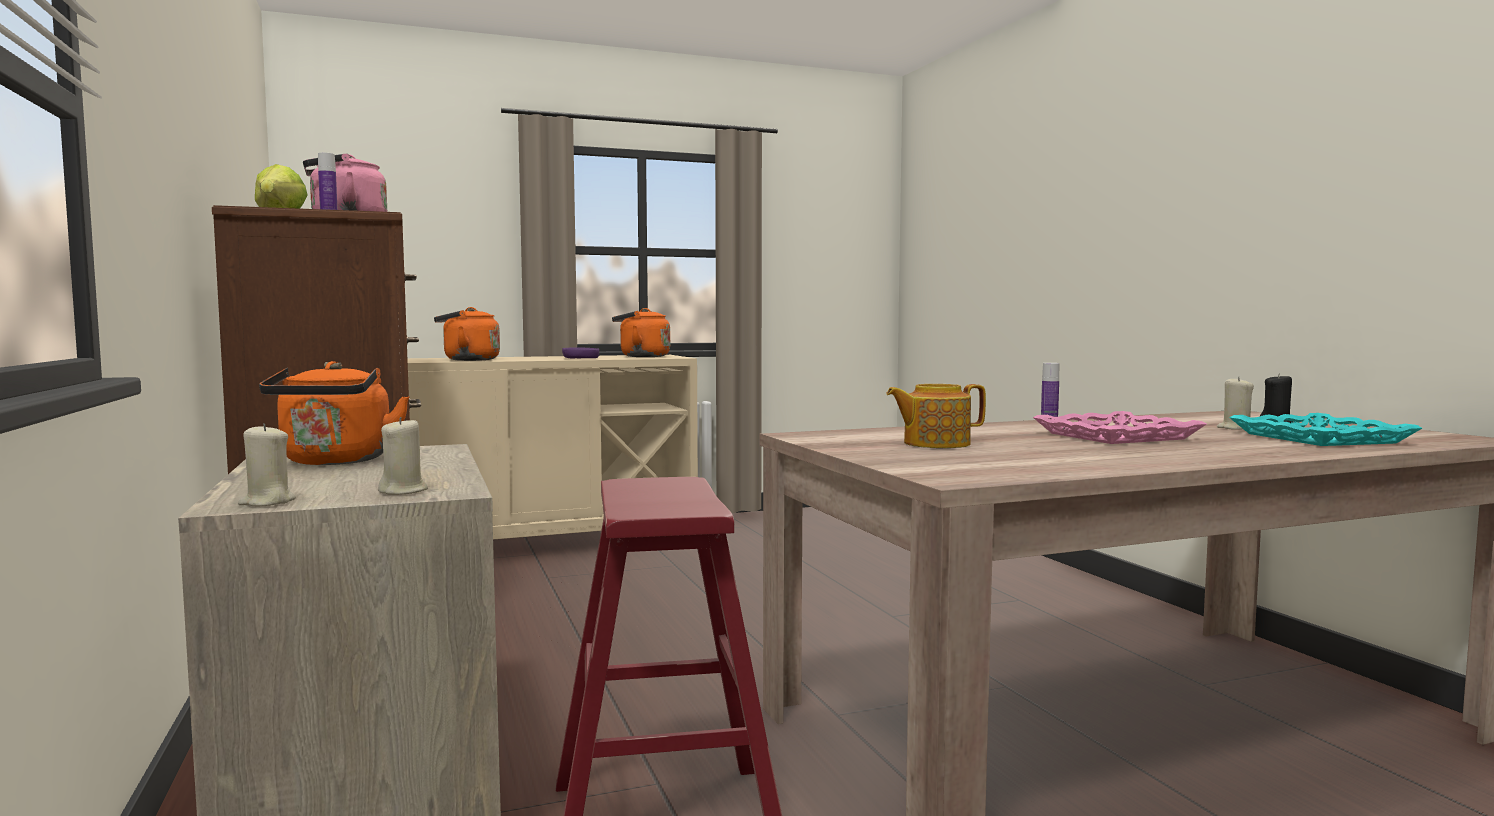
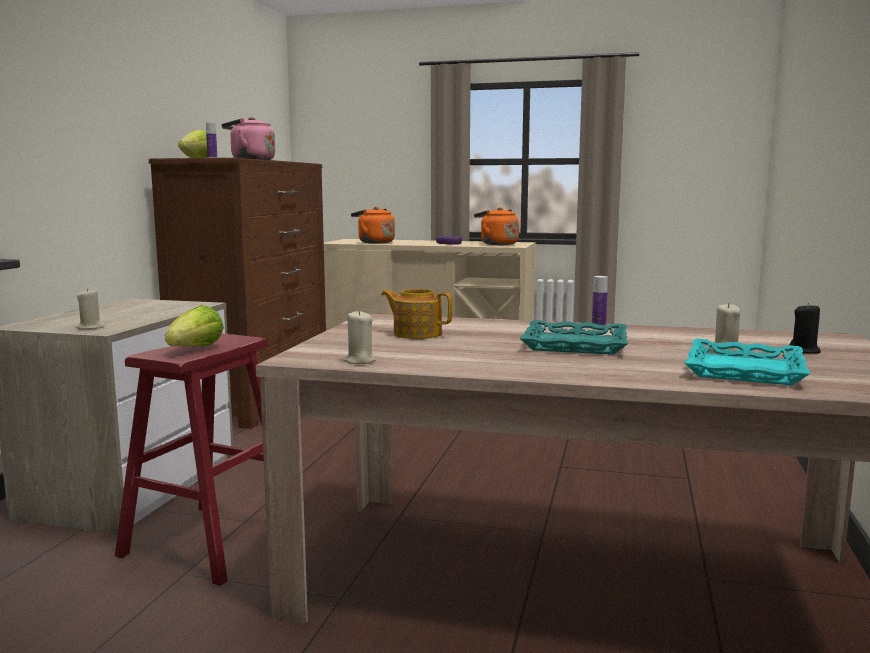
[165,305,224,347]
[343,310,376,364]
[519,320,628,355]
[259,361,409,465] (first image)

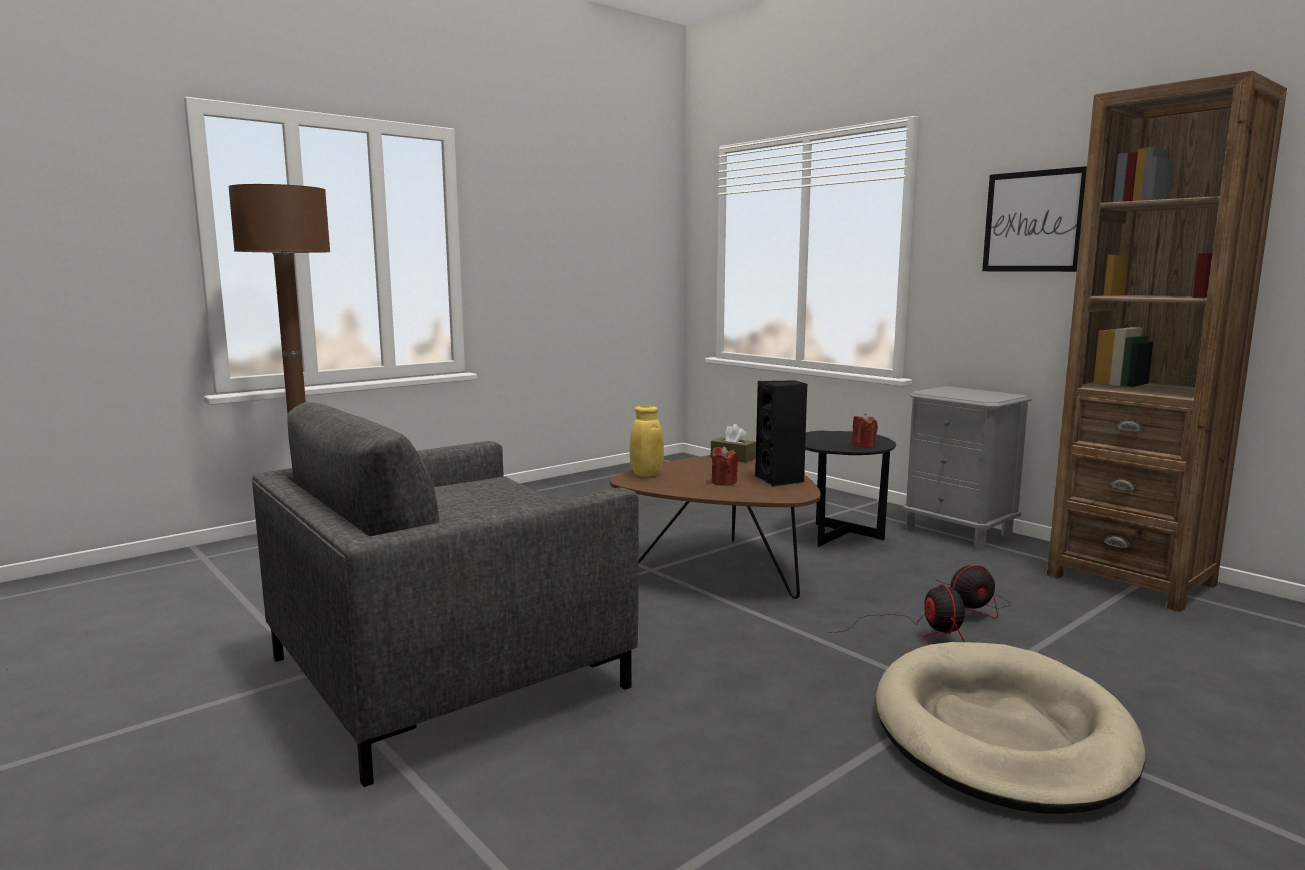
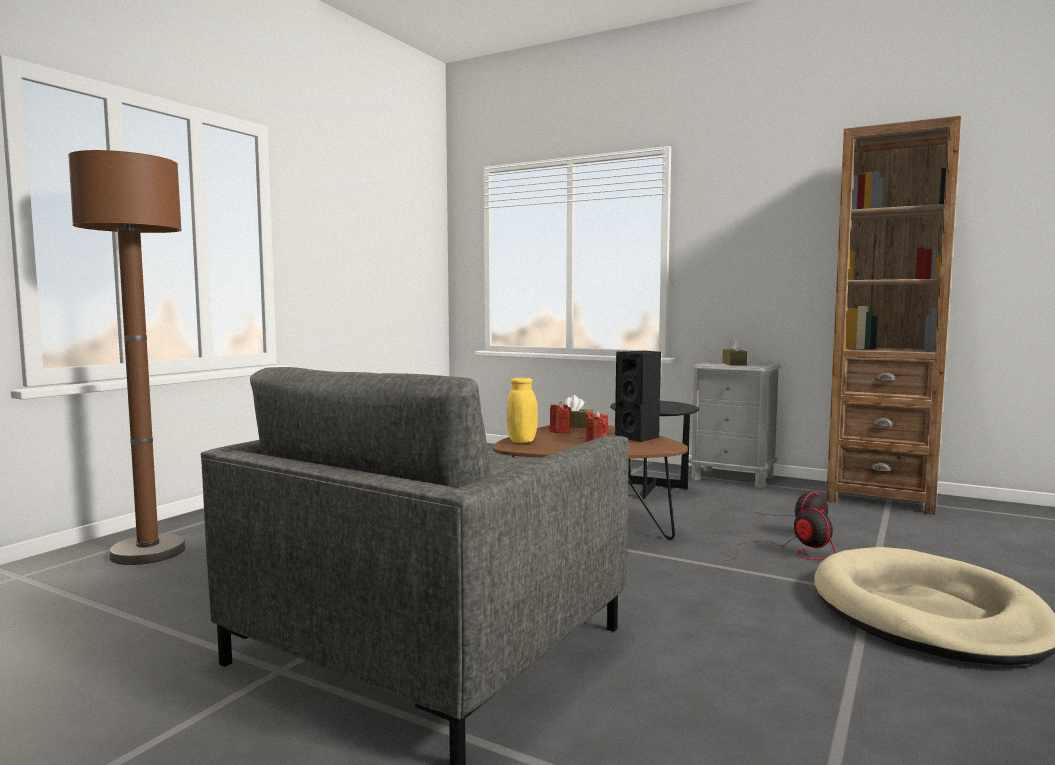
[549,402,572,433]
[723,337,747,365]
[982,166,1087,272] (first image)

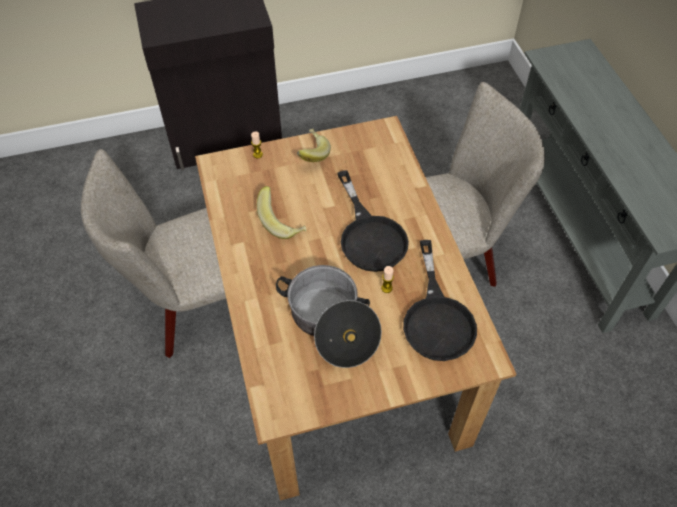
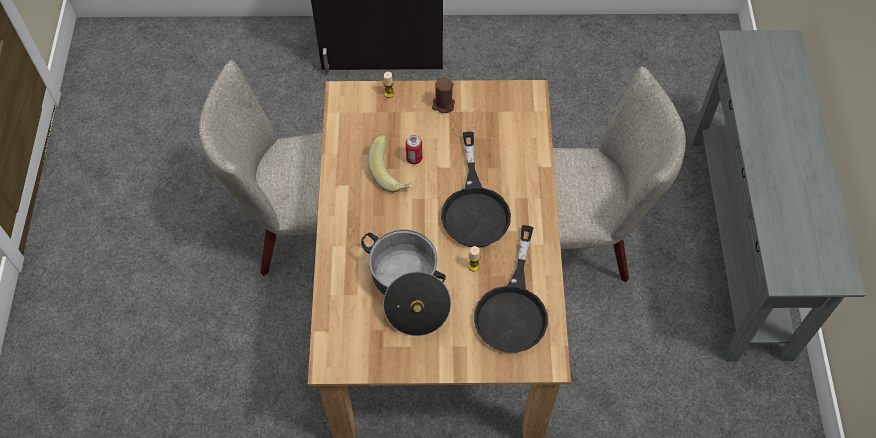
[405,135,422,164]
[432,77,455,113]

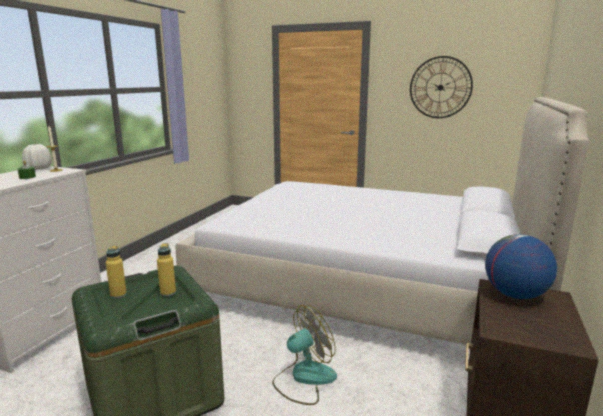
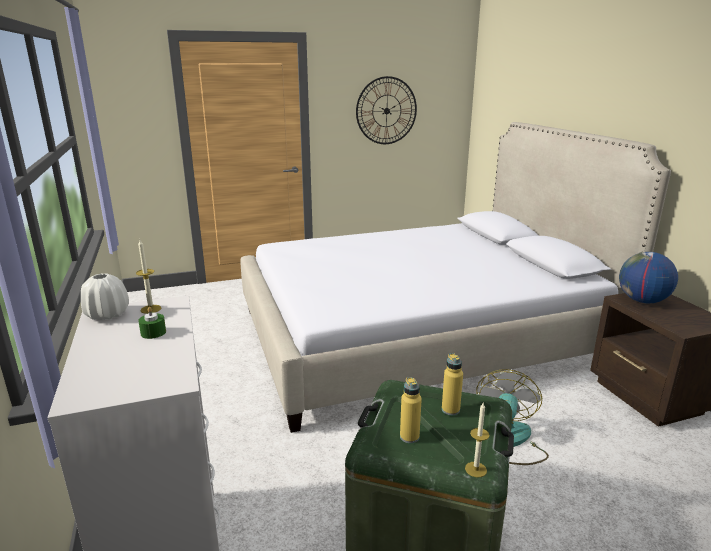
[465,403,489,477]

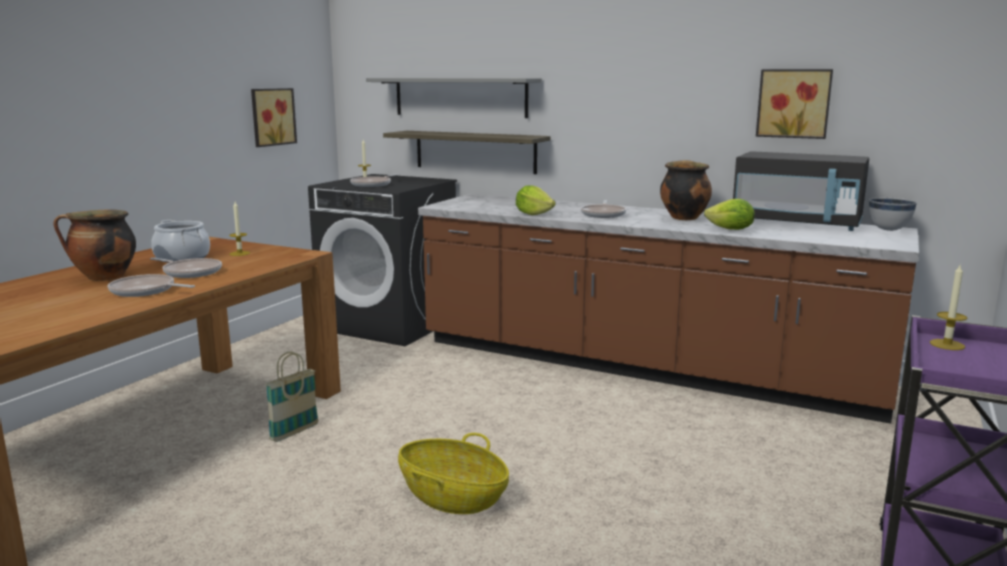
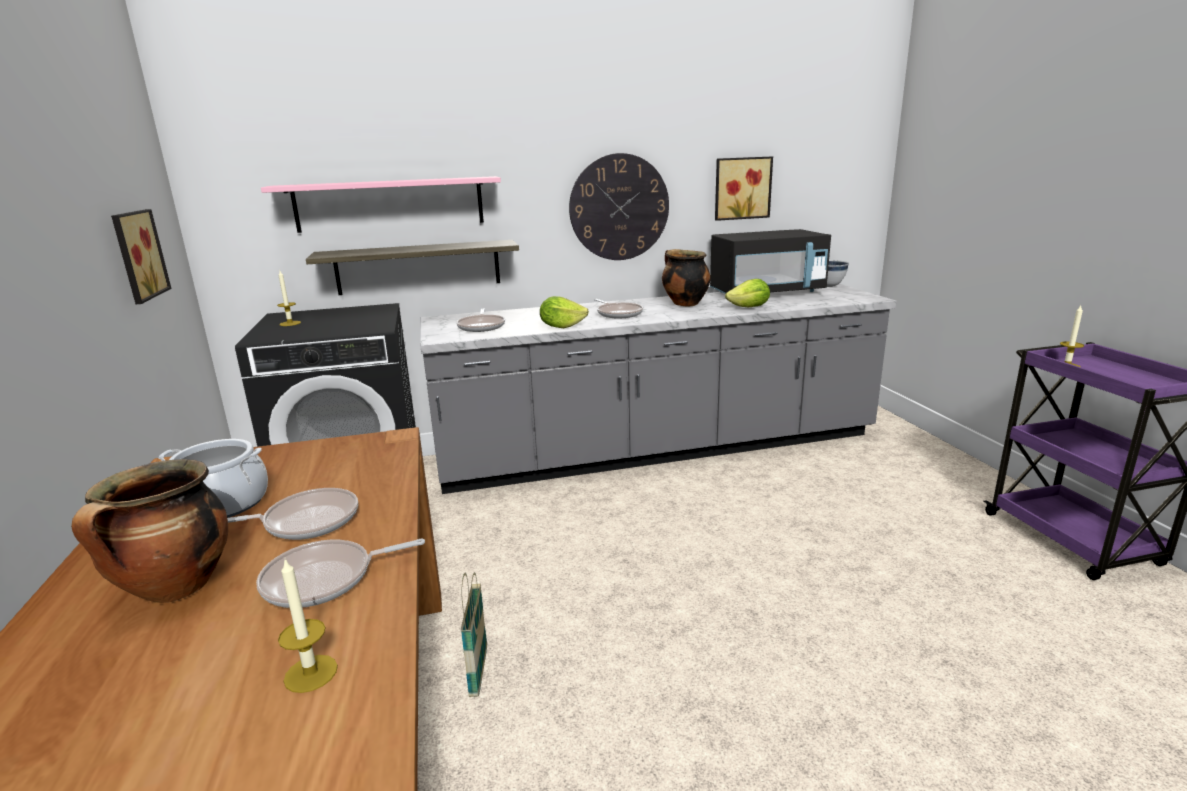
[261,176,501,233]
[278,559,338,693]
[420,284,896,494]
[456,308,505,332]
[569,153,669,260]
[398,433,509,514] (first image)

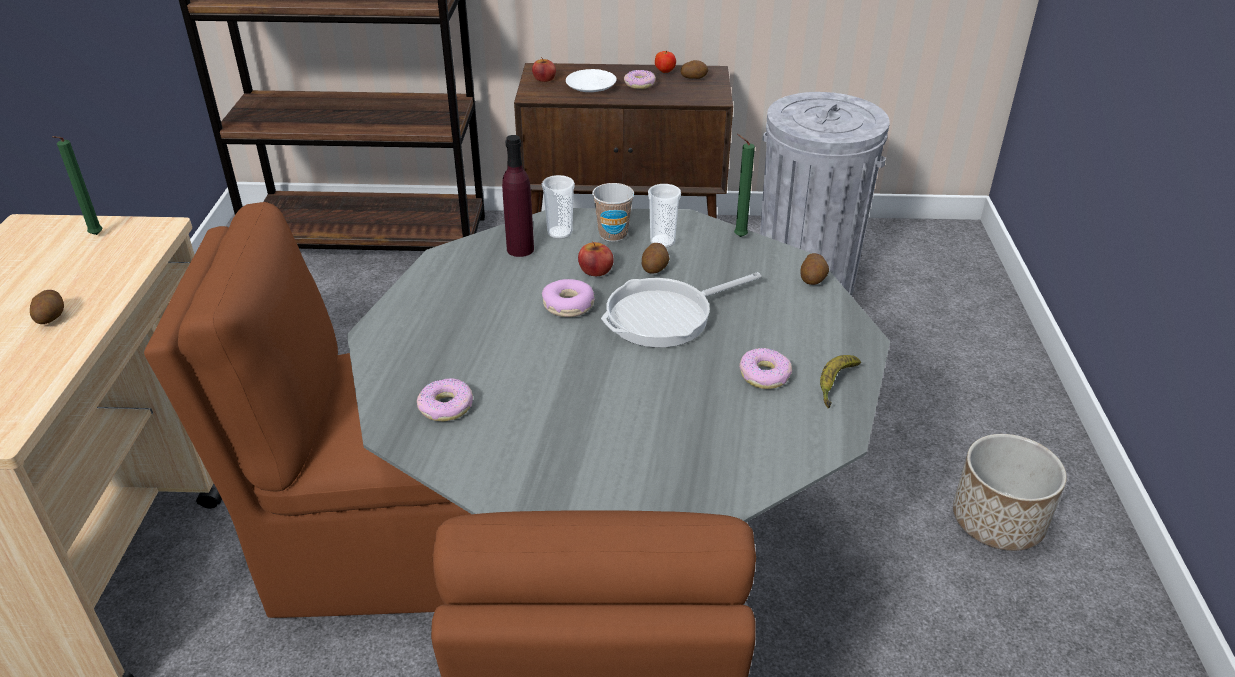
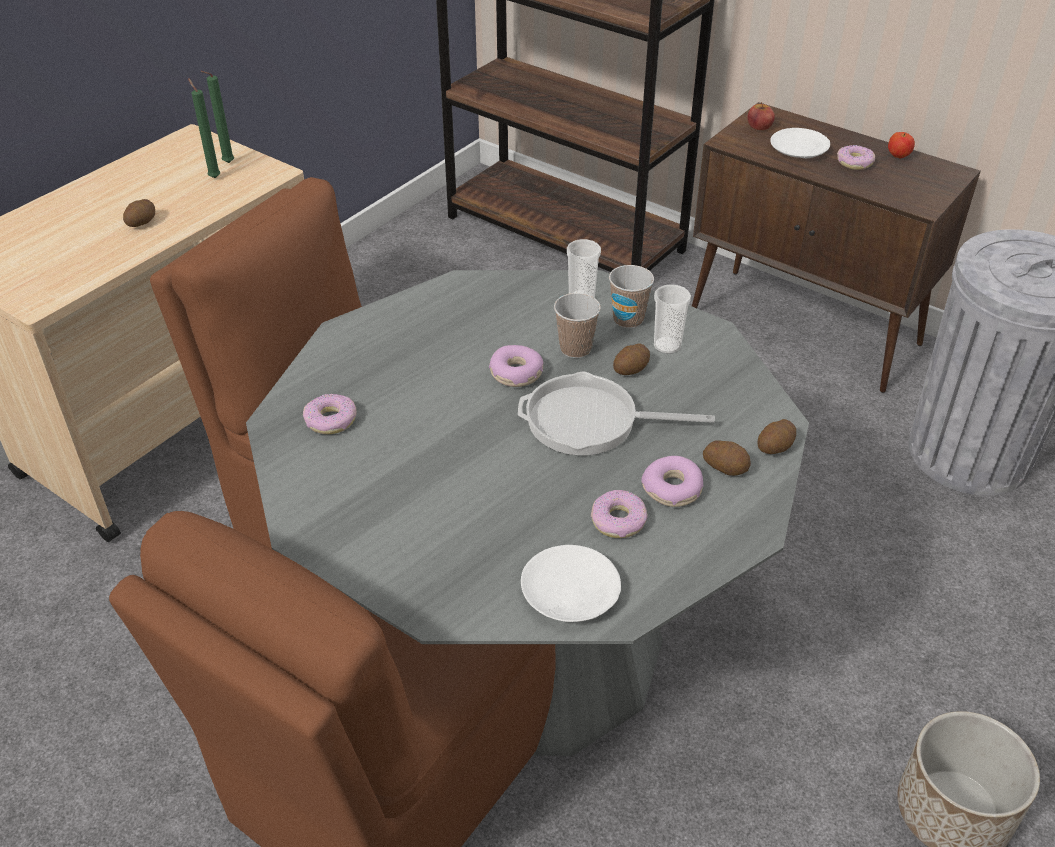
[188,78,221,178]
[521,545,621,622]
[554,293,601,358]
[641,456,703,507]
[703,440,751,476]
[502,135,534,257] (first image)
[820,355,861,408] (first image)

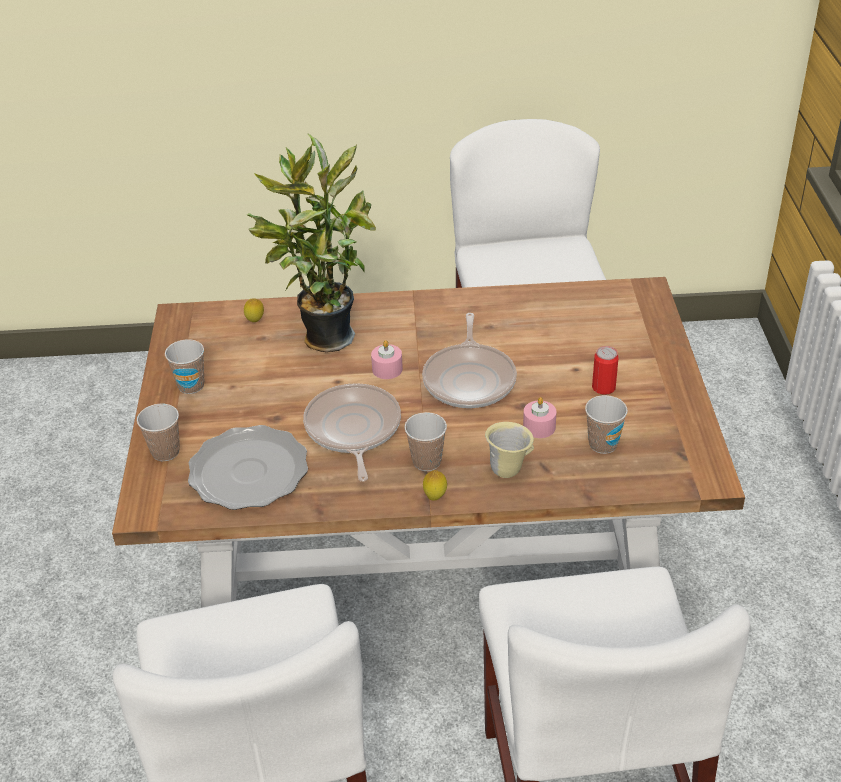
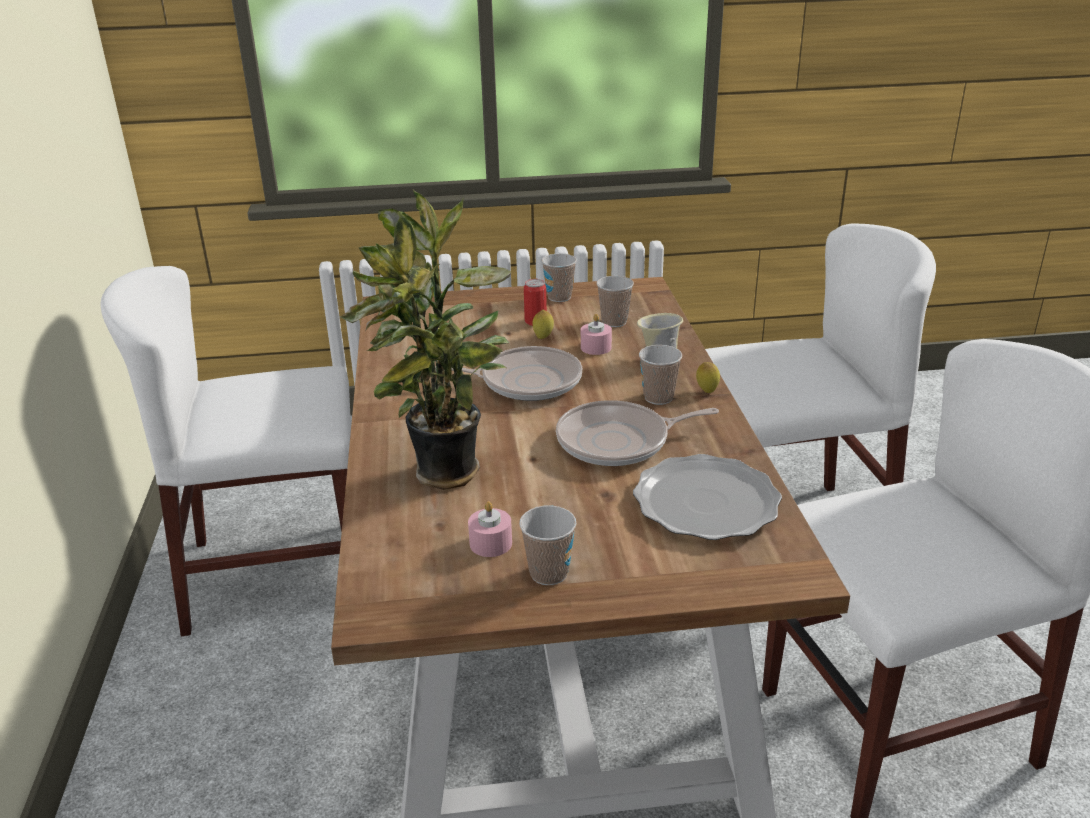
[468,501,512,557]
[532,309,554,339]
[541,253,577,302]

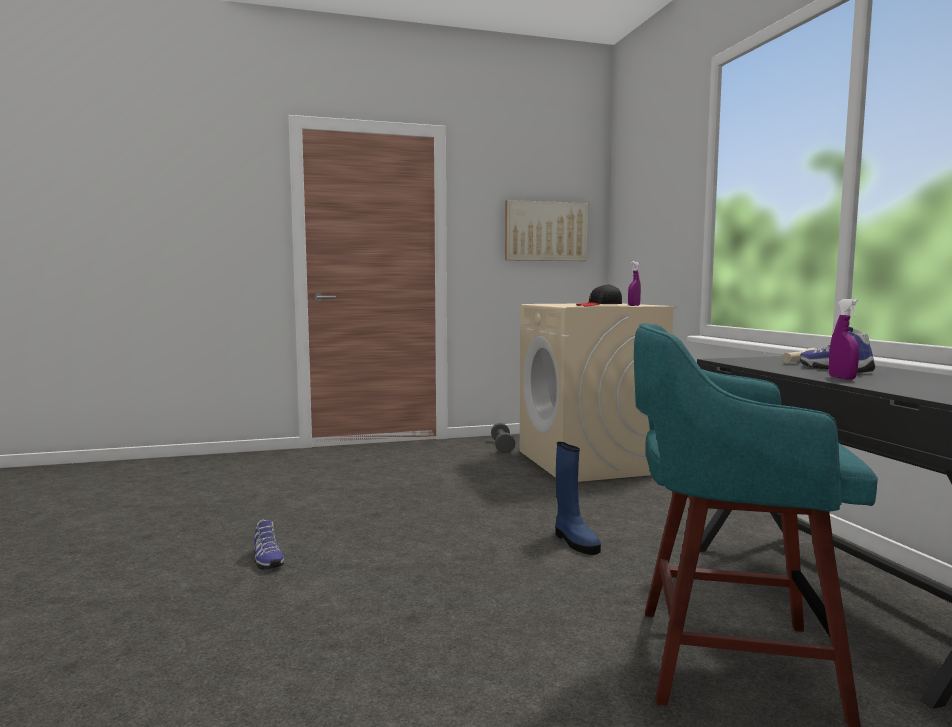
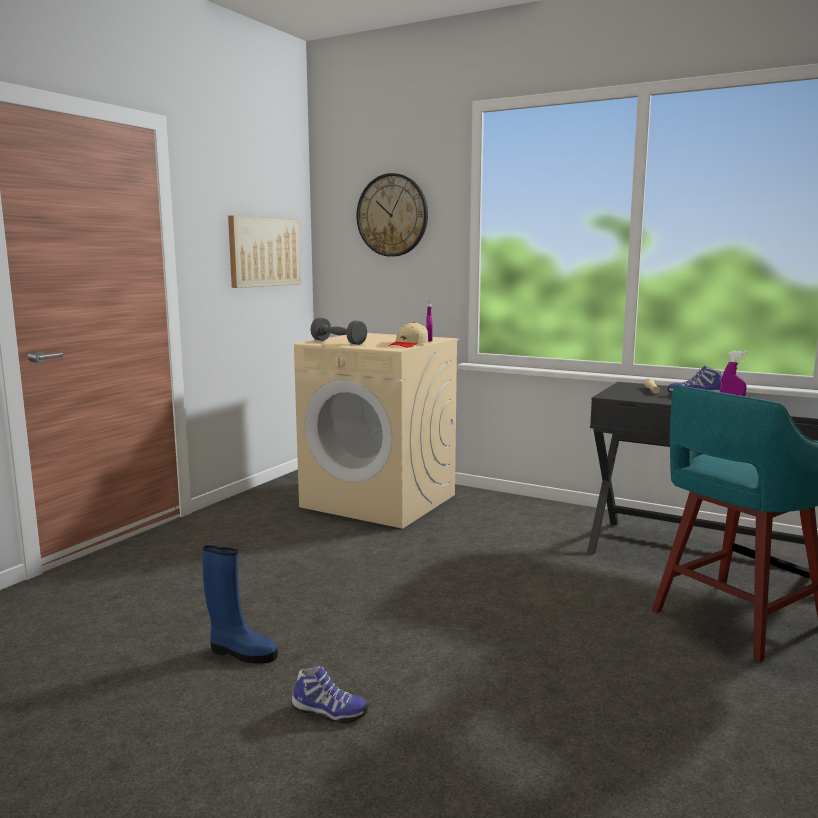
[202,545,278,664]
[310,318,367,345]
[356,173,428,257]
[389,322,428,347]

